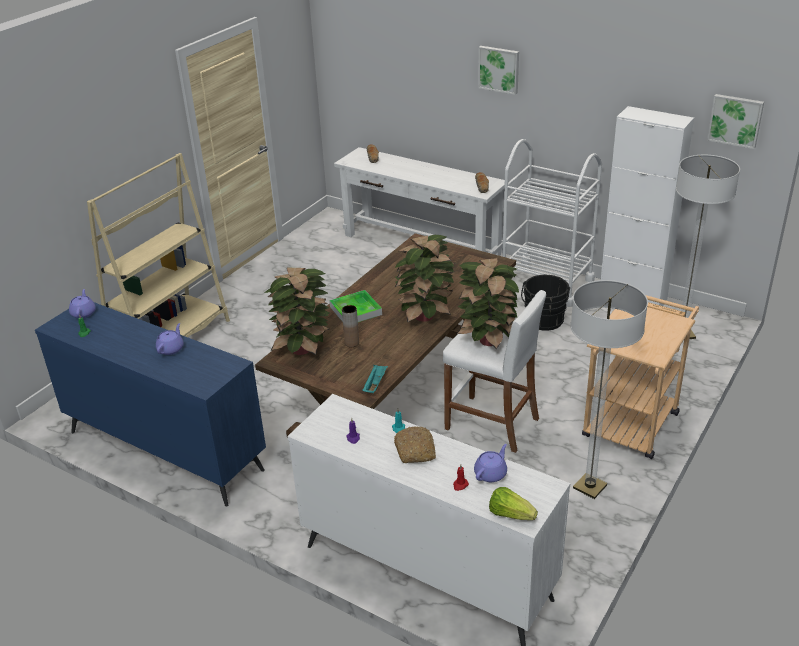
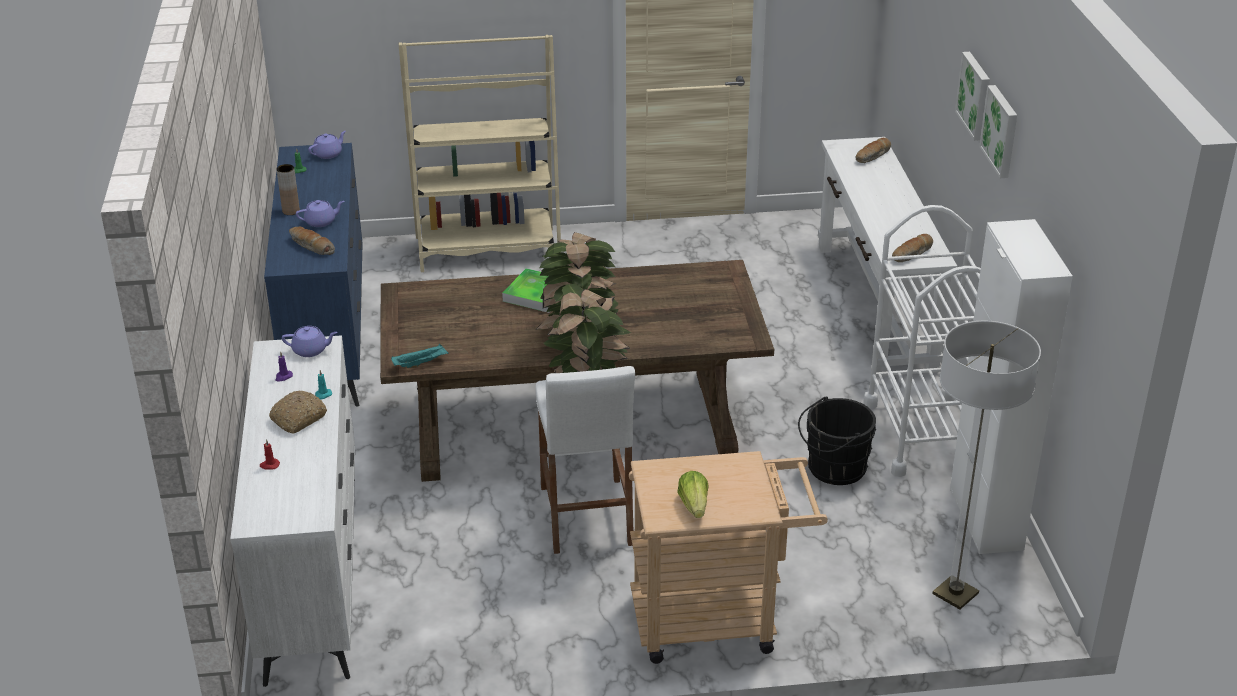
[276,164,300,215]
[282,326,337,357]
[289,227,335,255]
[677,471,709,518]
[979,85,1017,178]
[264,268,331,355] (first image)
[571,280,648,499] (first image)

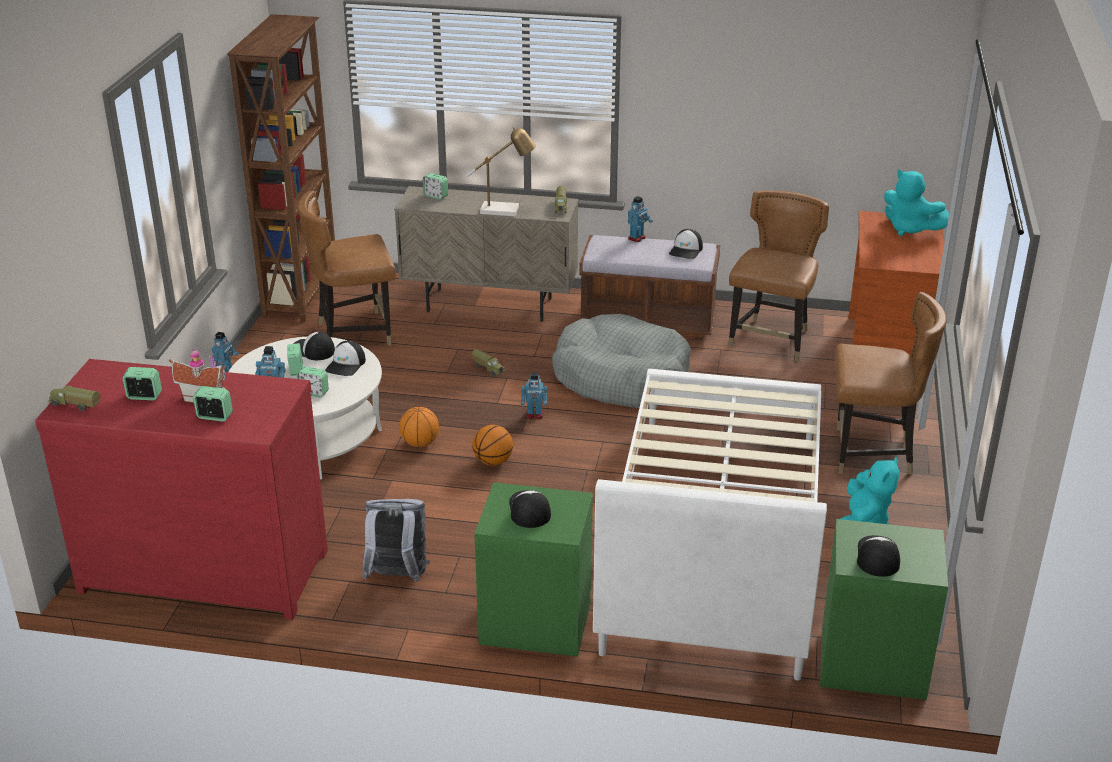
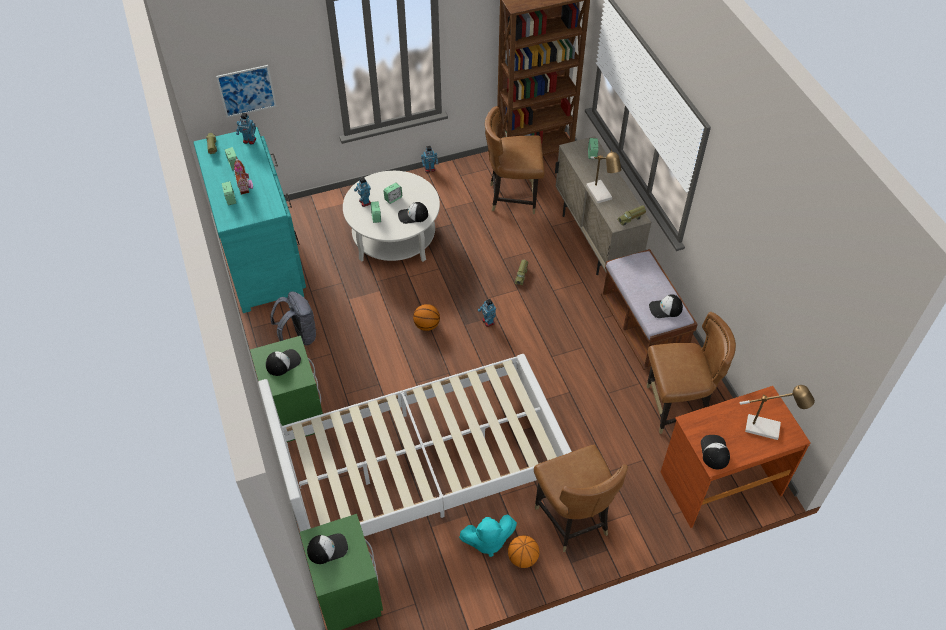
[193,127,306,313]
[216,65,277,118]
[236,113,256,144]
[485,106,545,214]
[508,535,539,568]
[701,435,730,469]
[740,385,815,440]
[552,314,691,409] (first image)

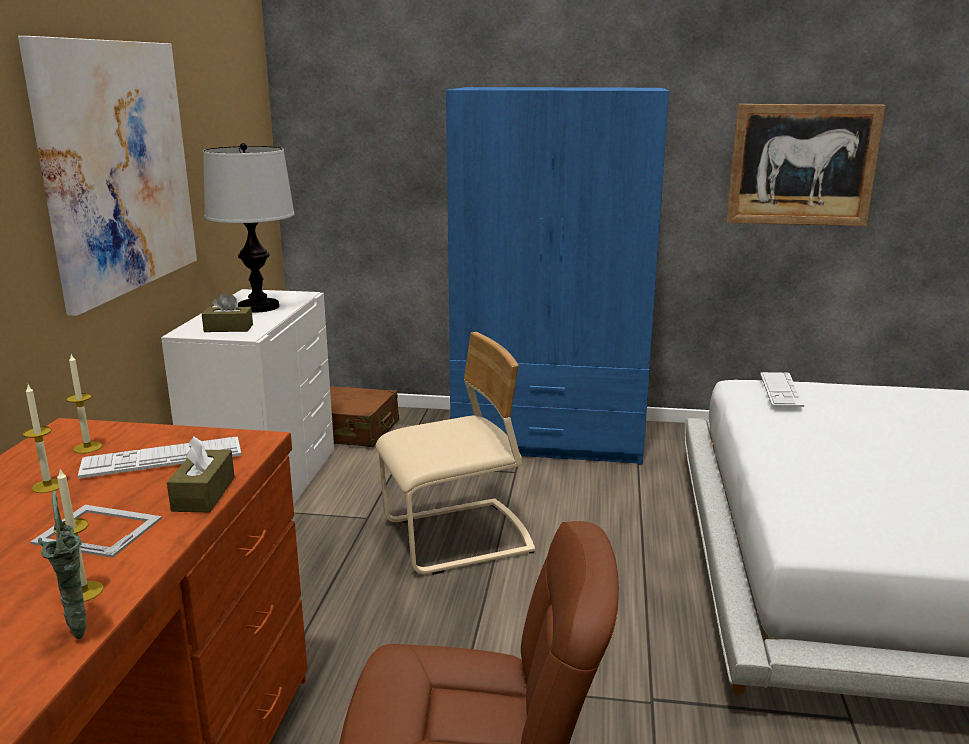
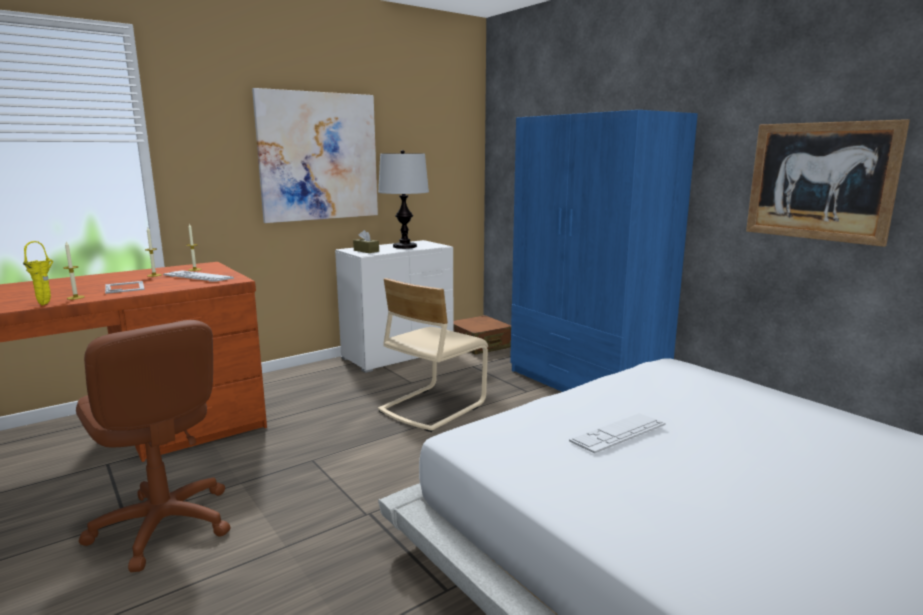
[23,241,53,305]
[378,278,488,432]
[569,413,666,453]
[167,436,235,513] (first image)

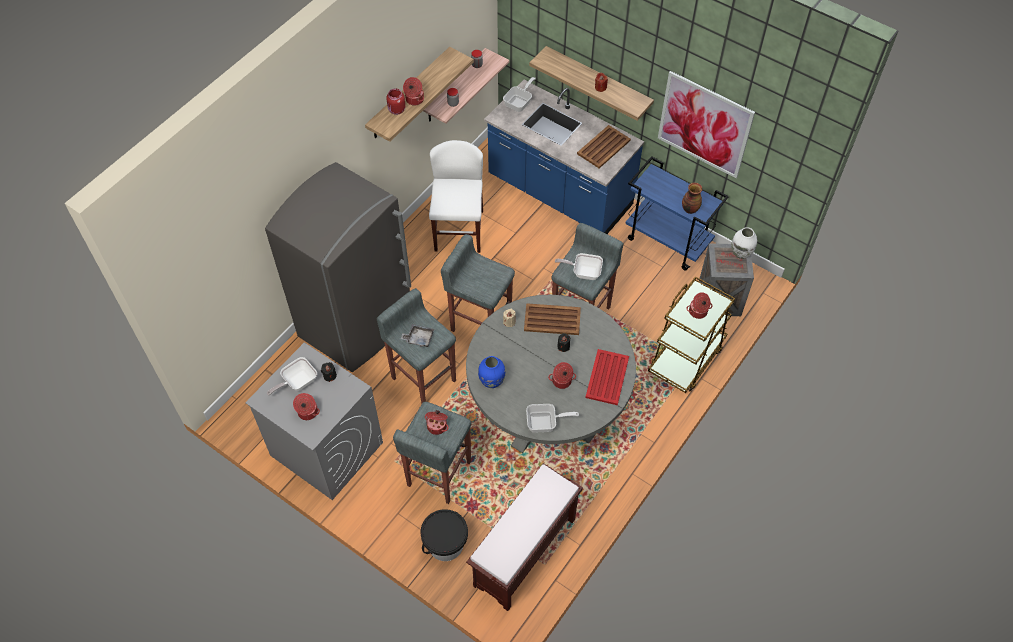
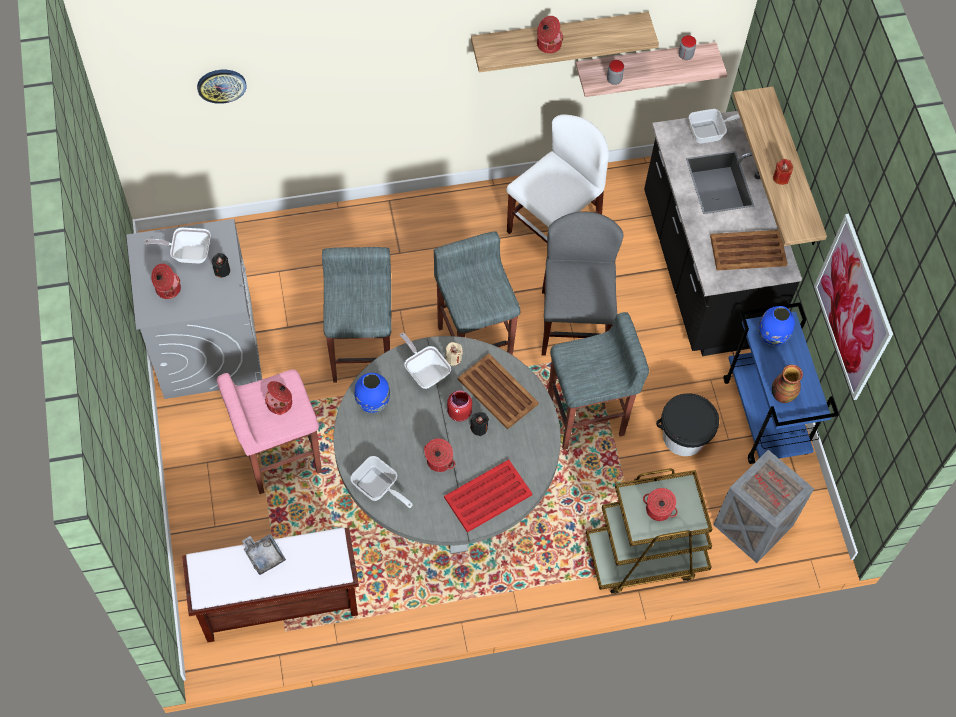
[197,70,246,104]
[217,369,322,494]
[242,534,286,575]
[400,333,451,389]
[447,390,472,422]
[542,211,623,356]
[644,111,802,356]
[656,393,719,456]
[759,306,795,346]
[265,162,411,372] (first image)
[731,227,757,259] (first image)

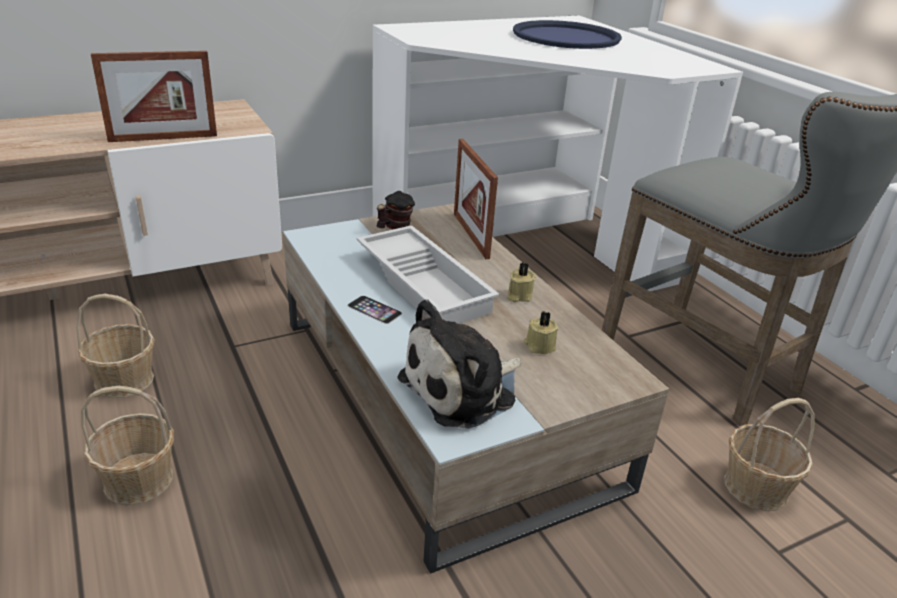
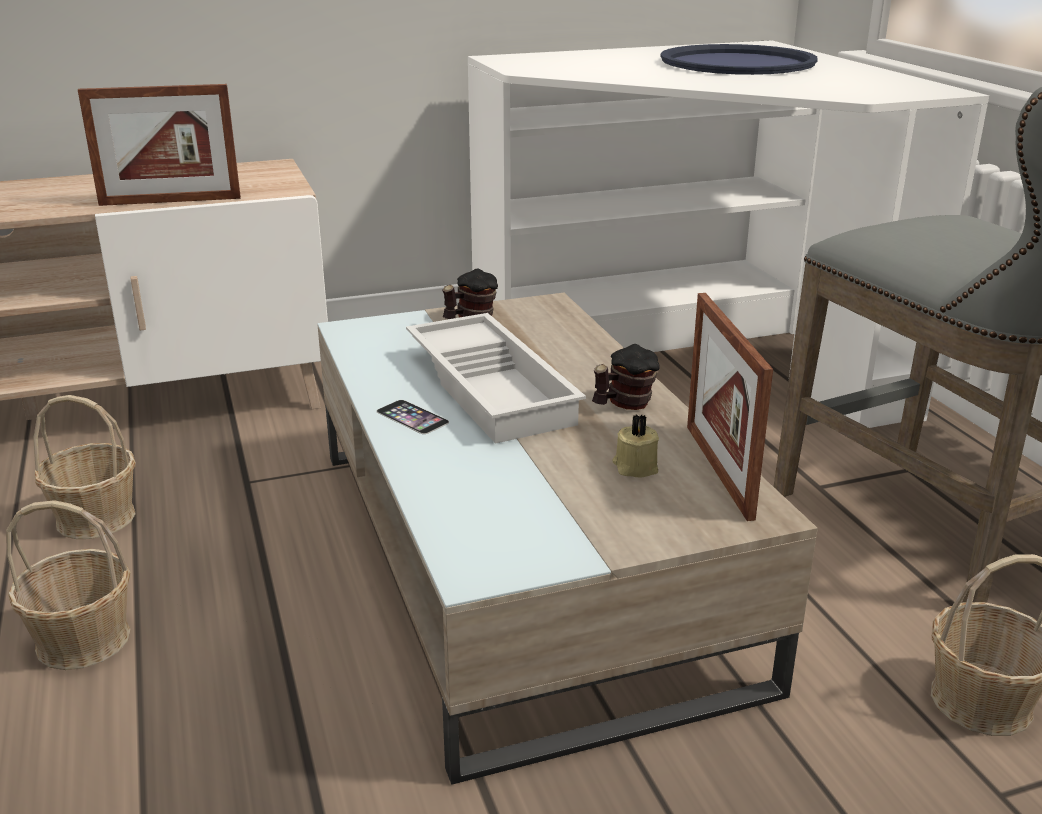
[592,344,660,410]
[687,293,773,521]
[397,299,522,429] (first image)

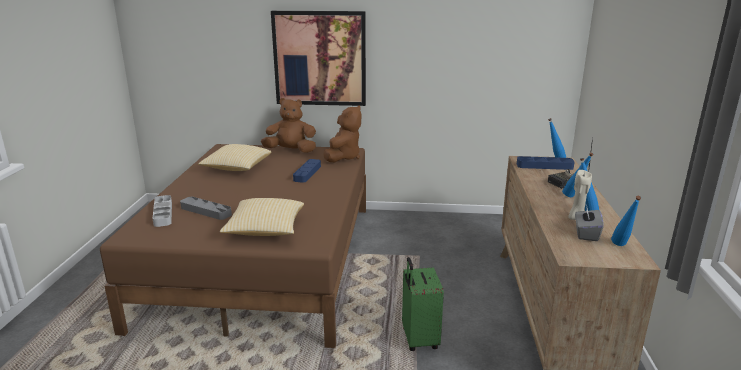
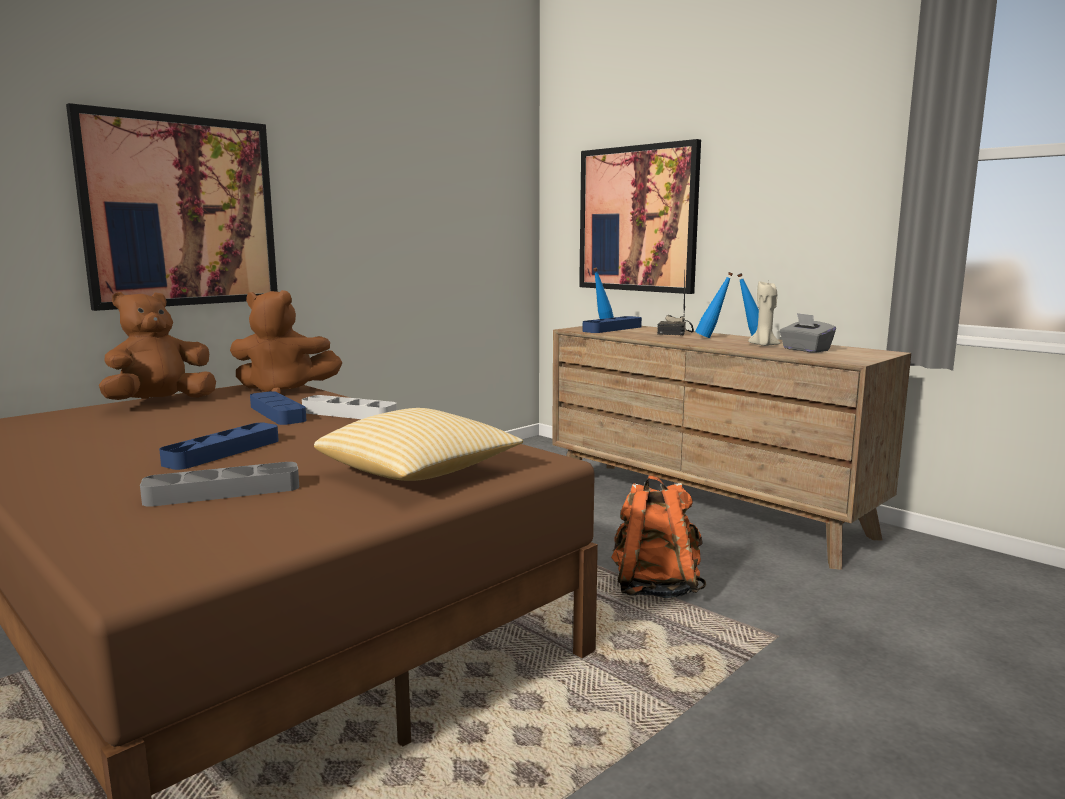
[159,423,279,470]
[230,290,343,394]
[302,395,397,419]
[579,139,701,294]
[611,475,706,598]
[198,144,271,171] (first image)
[611,196,641,246] (first image)

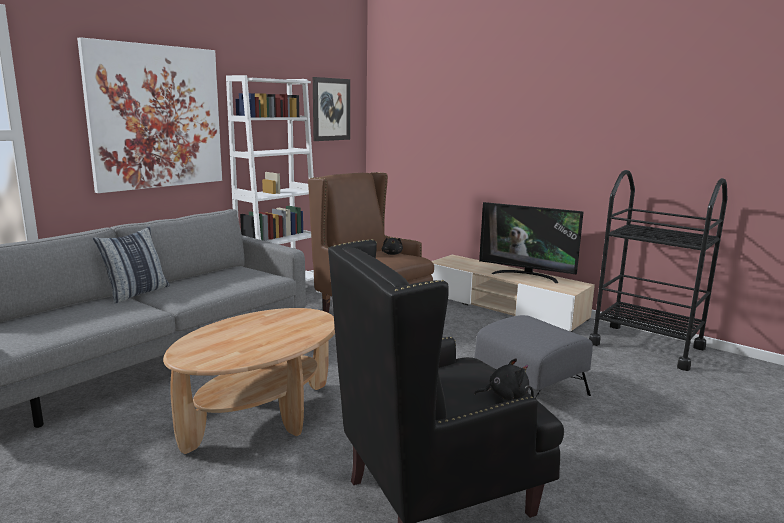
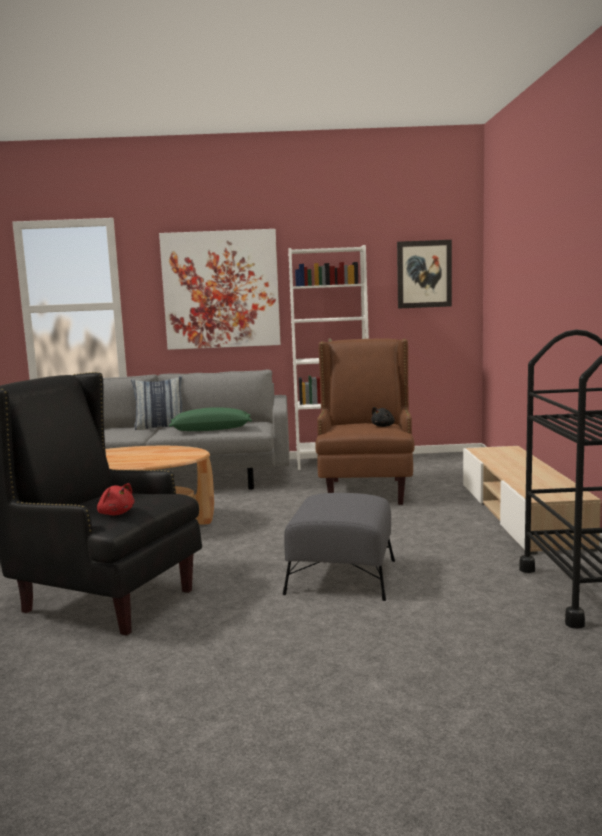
[97,483,134,515]
[169,407,252,431]
[479,202,584,283] (first image)

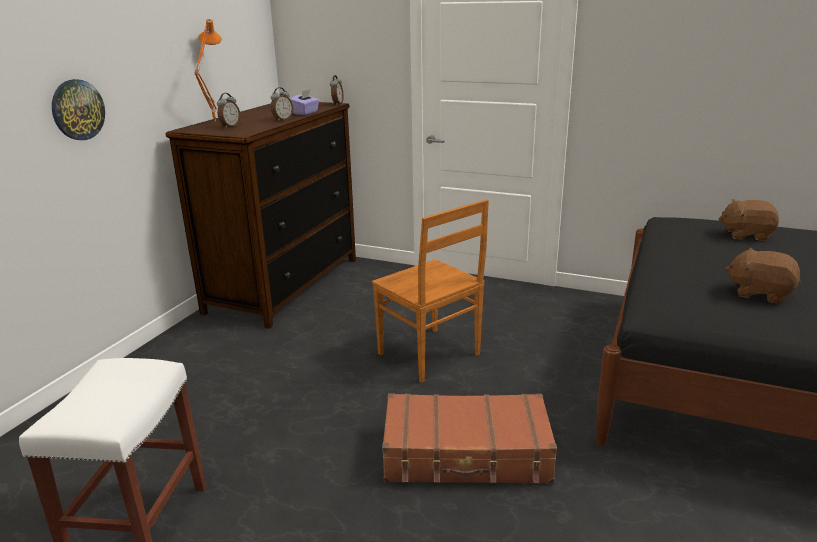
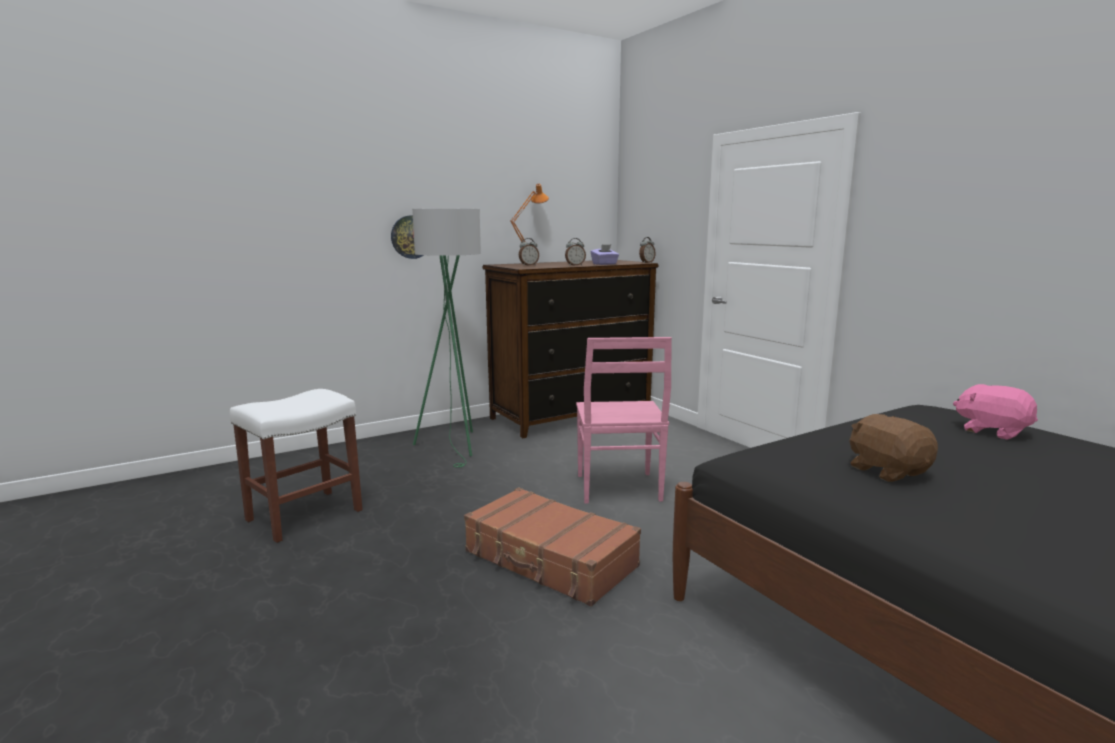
[412,208,481,468]
[576,337,672,504]
[953,384,1038,440]

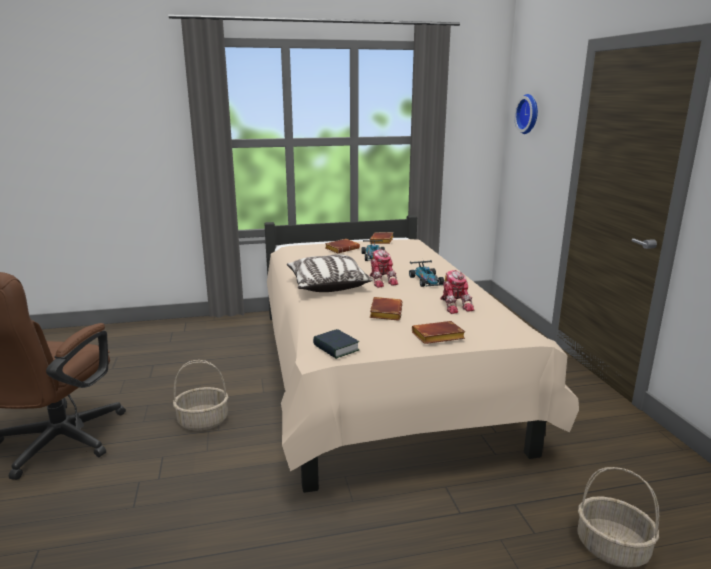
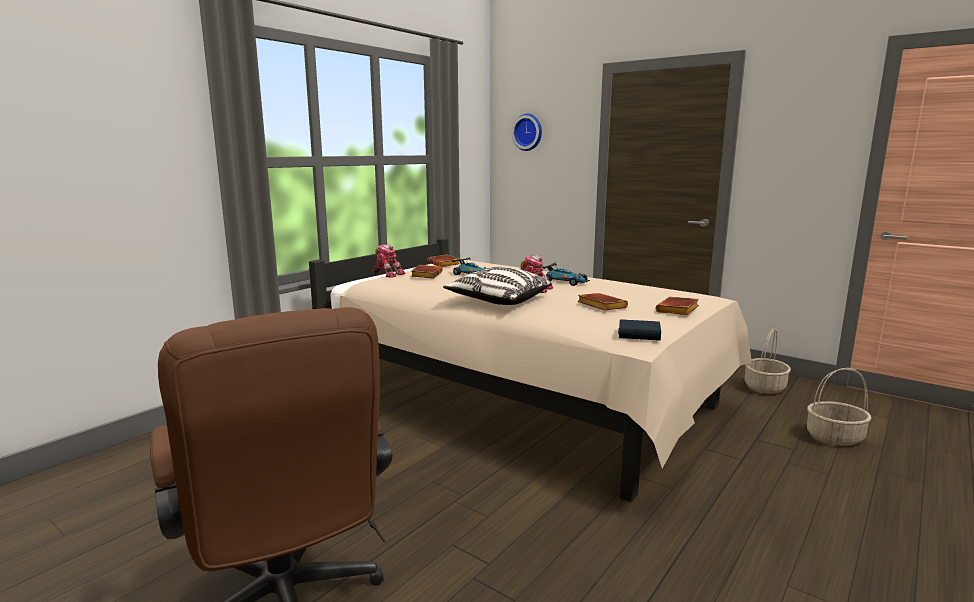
[372,244,406,278]
[745,329,791,394]

